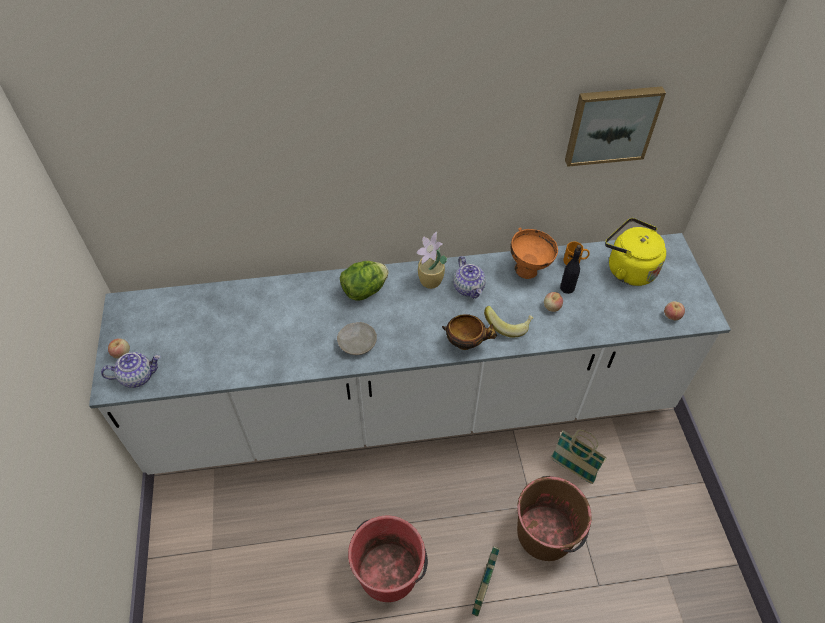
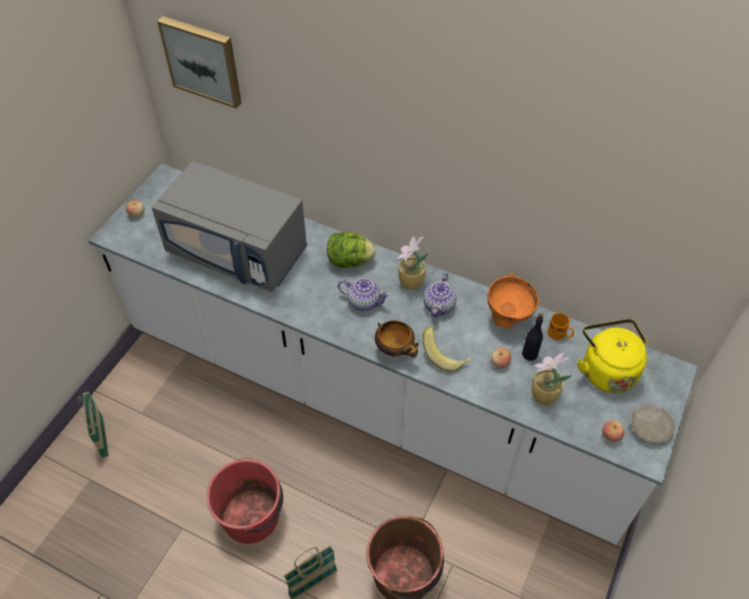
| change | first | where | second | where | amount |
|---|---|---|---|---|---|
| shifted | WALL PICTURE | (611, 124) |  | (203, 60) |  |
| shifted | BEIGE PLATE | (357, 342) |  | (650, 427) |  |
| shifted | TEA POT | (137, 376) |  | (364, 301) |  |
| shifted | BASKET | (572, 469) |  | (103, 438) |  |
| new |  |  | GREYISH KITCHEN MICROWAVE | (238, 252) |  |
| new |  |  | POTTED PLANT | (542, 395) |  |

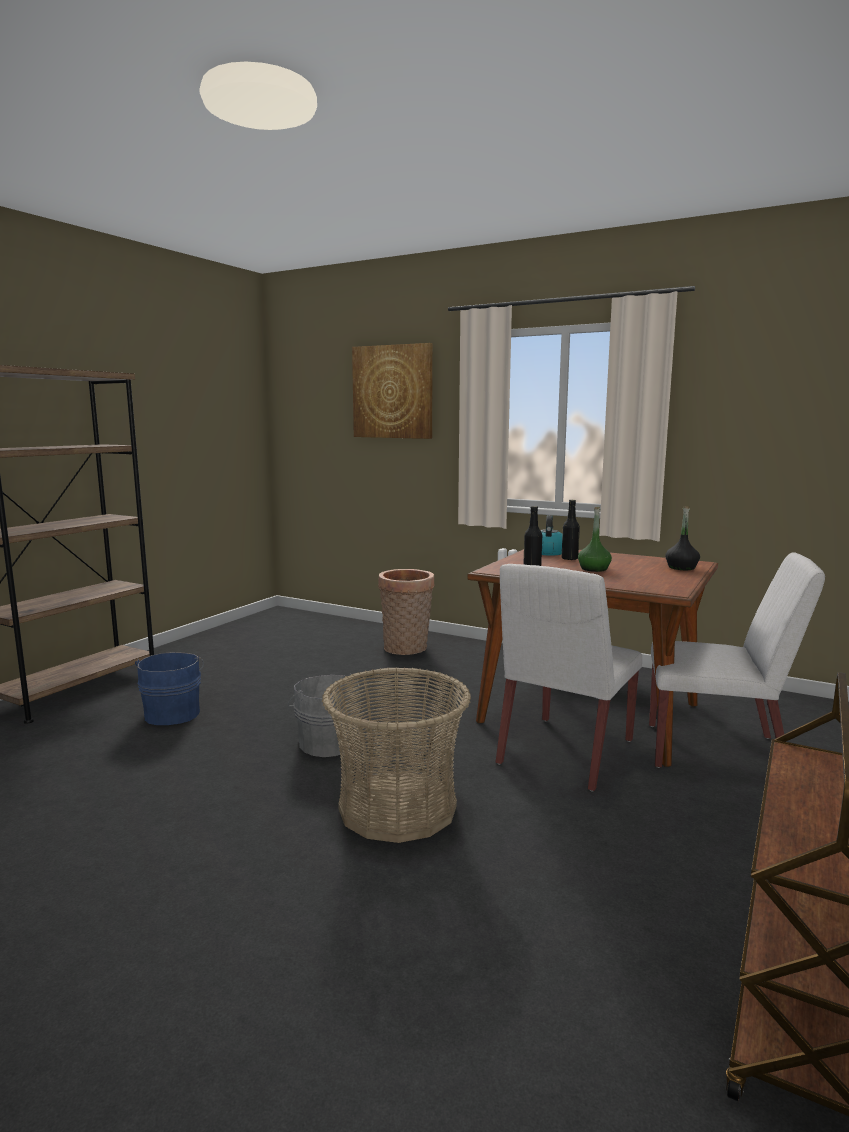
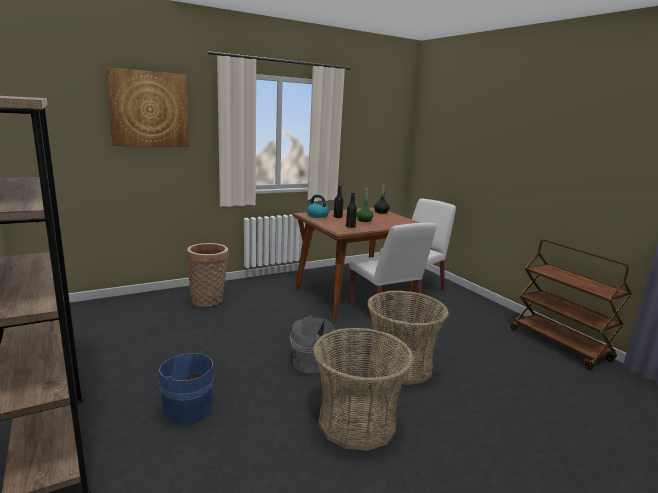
| change | first | where | second | where | amount |
|---|---|---|---|---|---|
| new |  |  | BASKET | (356, 422) |  |

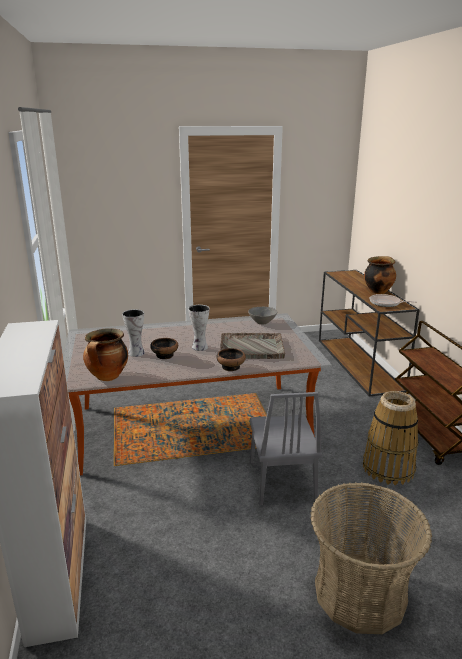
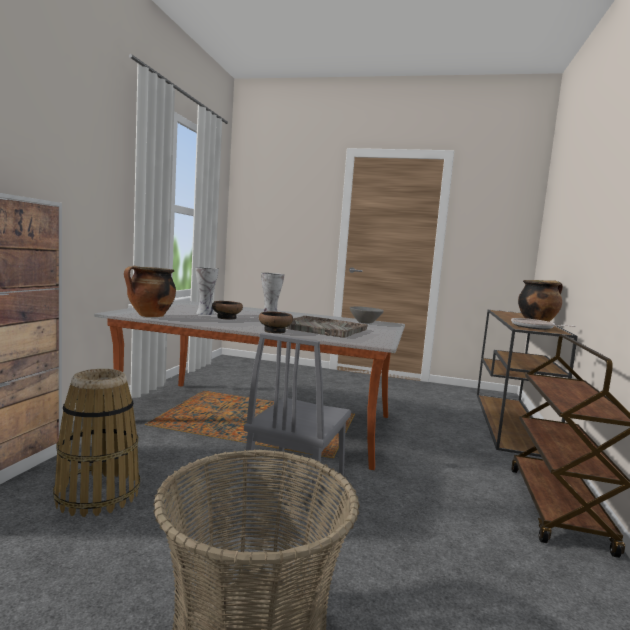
| change | first | where | second | where | amount |
|---|---|---|---|---|---|
| shifted | BASKET | (388, 468) |  | (98, 494) |  |

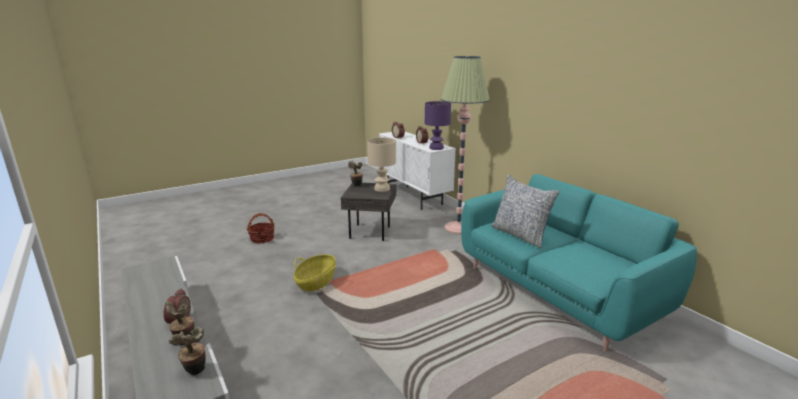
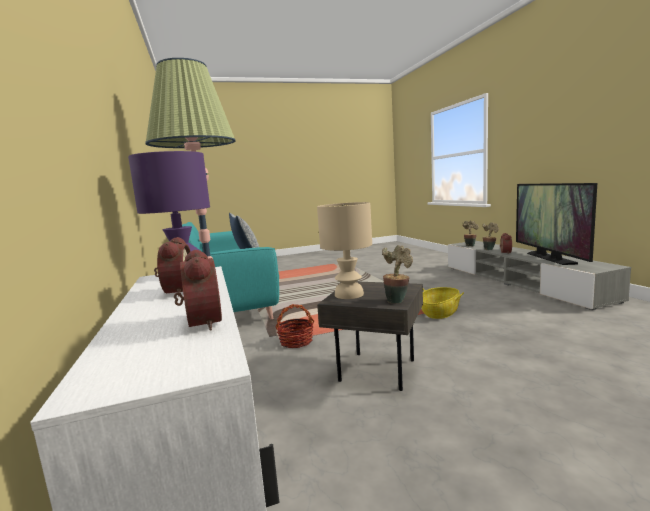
| change | first | where | second | where | amount |
|---|---|---|---|---|---|
| shifted | BASKET | (262, 239) |  | (296, 342) |  |
| new |  |  | TELEVISION | (549, 258) |  |

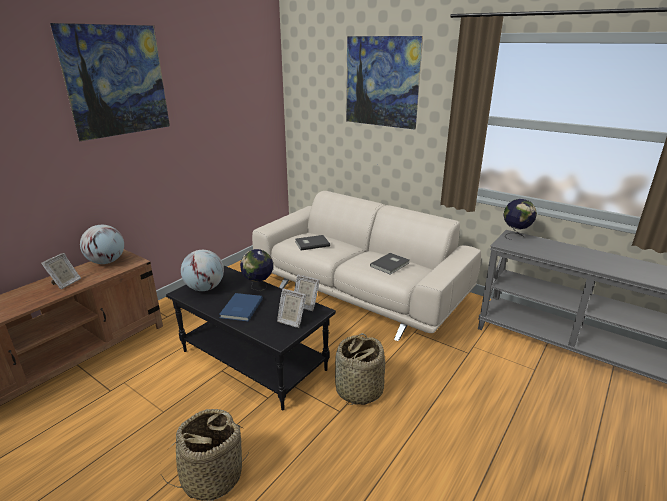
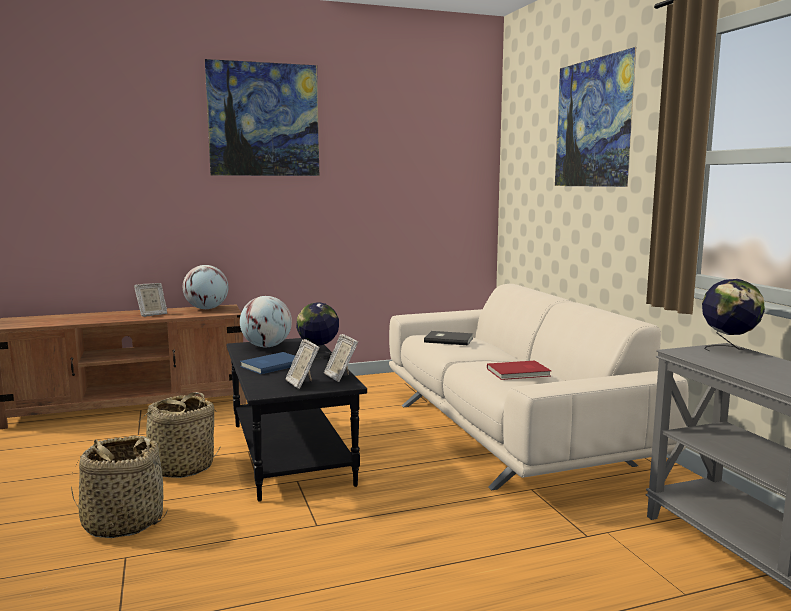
| change | first | where | second | where | amount |
|---|---|---|---|---|---|
| repainted | GREYISH BOOK | (391, 264) | REDDISH BOOK | (519, 372) |  |
| shifted | BASKET | (358, 390) |  | (181, 468) |  |

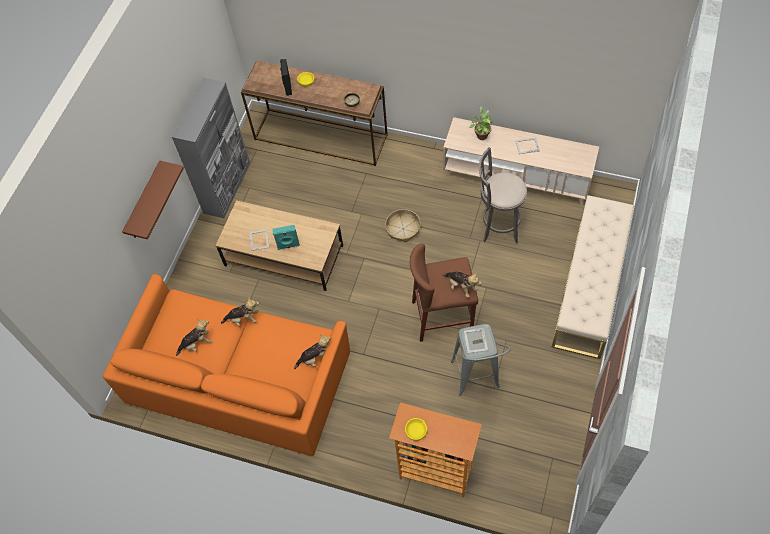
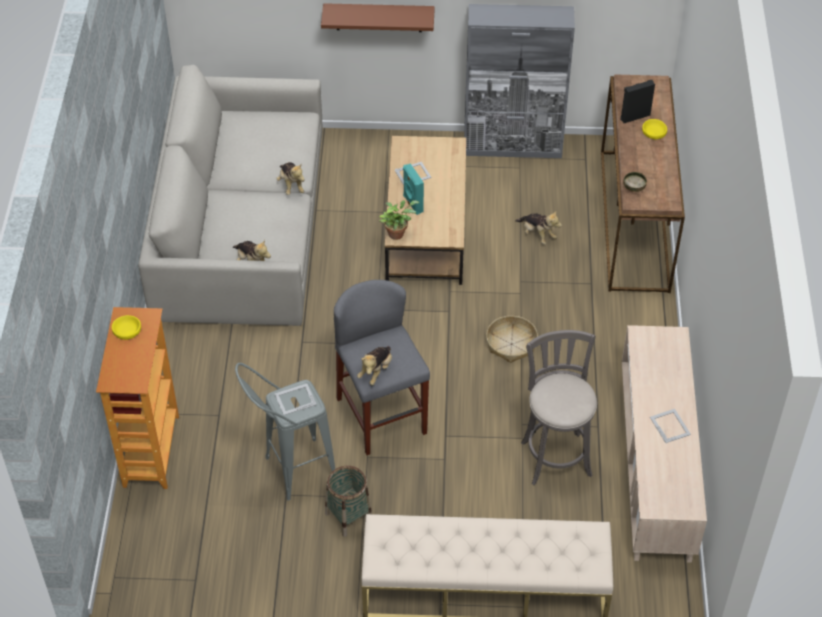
| change | first | where | second | where | amount |
|---|---|---|---|---|---|
| shifted | POTTED PLANT | (481, 135) |  | (397, 233) |  |
| repainted | BROWN-COLOURED STOOL SEAT | (442, 316) | GREYISH STOOL SEAT | (381, 416) |  |
| repainted | ORANGE SETTEE | (237, 377) | GREYISH SETTEE | (240, 226) |  |
| shifted | SOFT TOY | (196, 344) |  | (537, 234) |  |
| new |  |  | BASKET | (348, 516) |  |

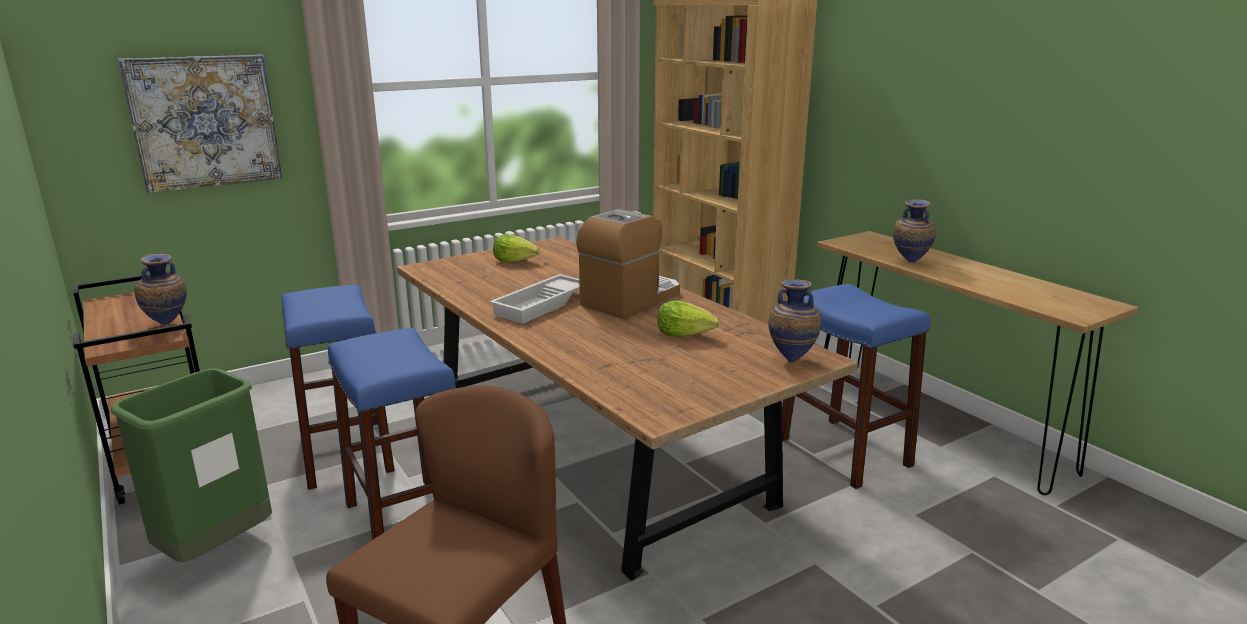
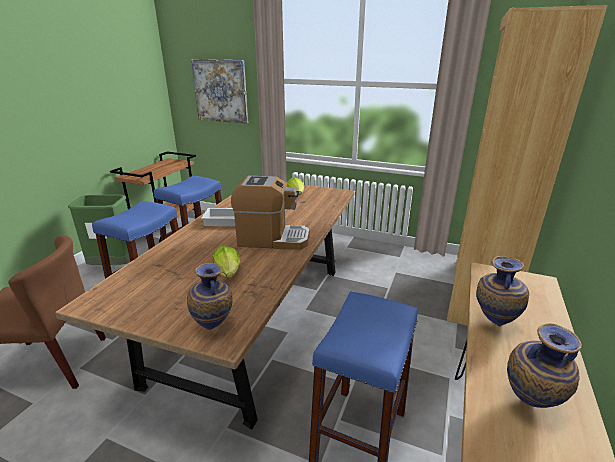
| change | first | where | second | where | amount |
|---|---|---|---|---|---|
| shifted | FLOWER VASE | (167, 325) |  | (529, 405) |  |

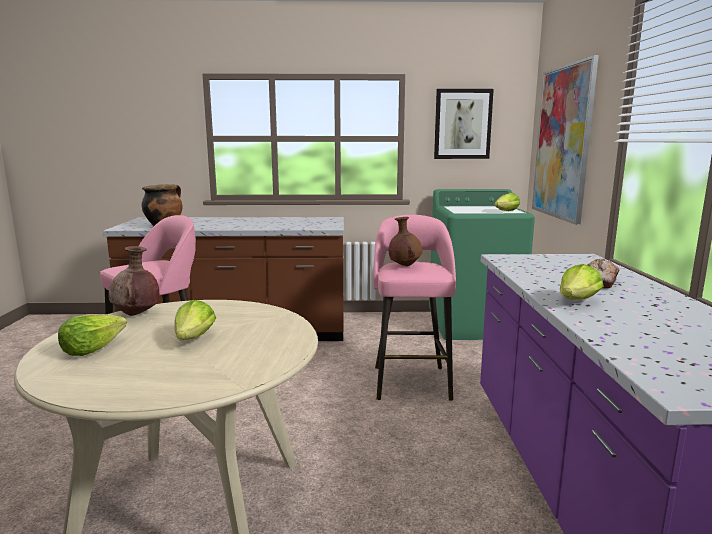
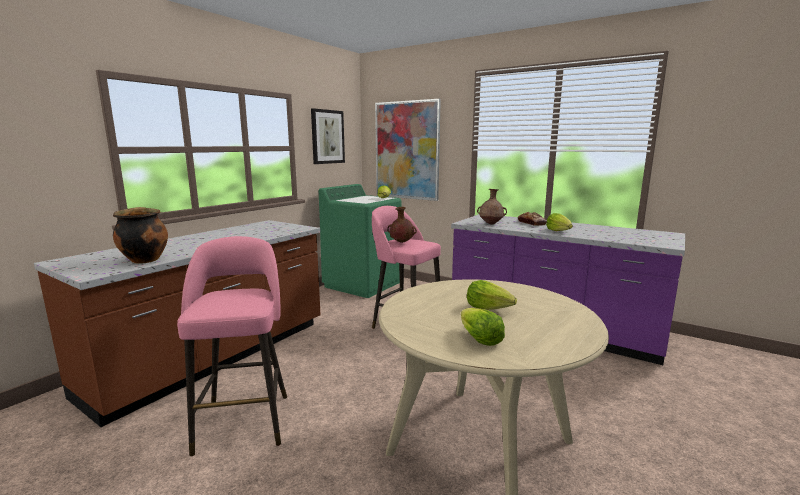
| change | first | where | second | where | amount |
|---|---|---|---|---|---|
| shifted | BROWN-COLOURED FLOWER VASE | (137, 314) |  | (491, 224) |  |

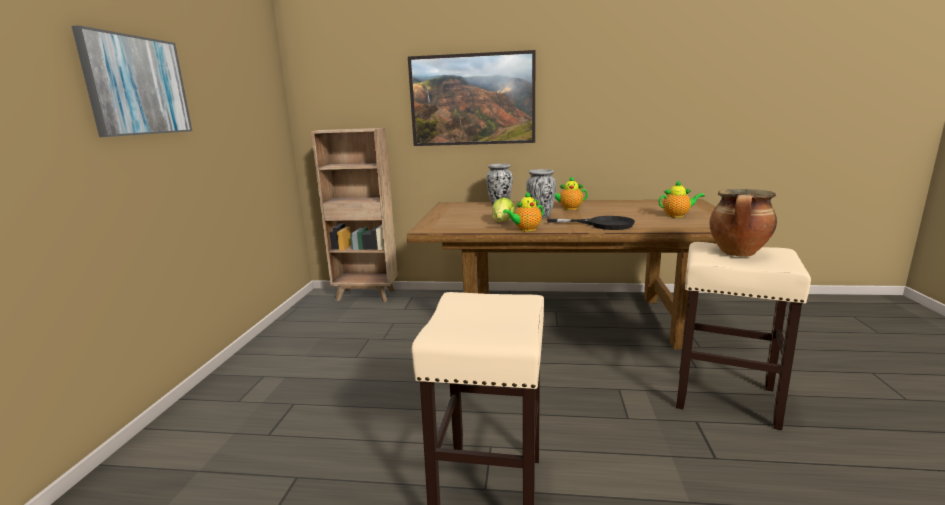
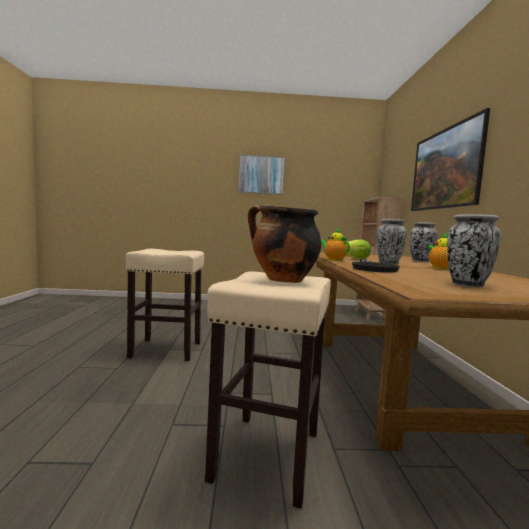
| change | first | where | second | where | amount |
|---|---|---|---|---|---|
| swapped | TEA POT | (677, 215) | FLOWER VASE | (467, 285) |  |

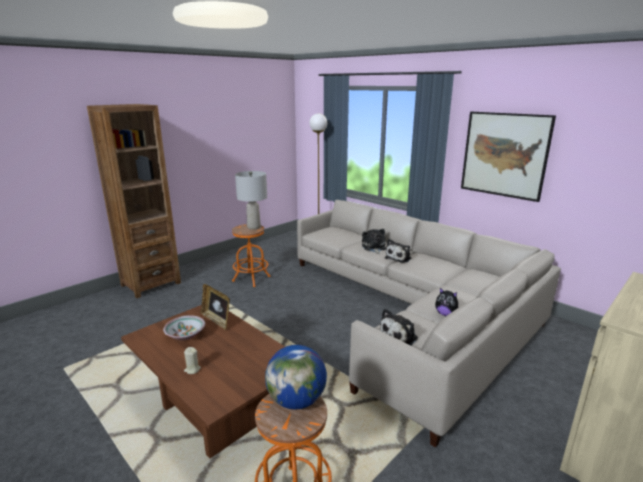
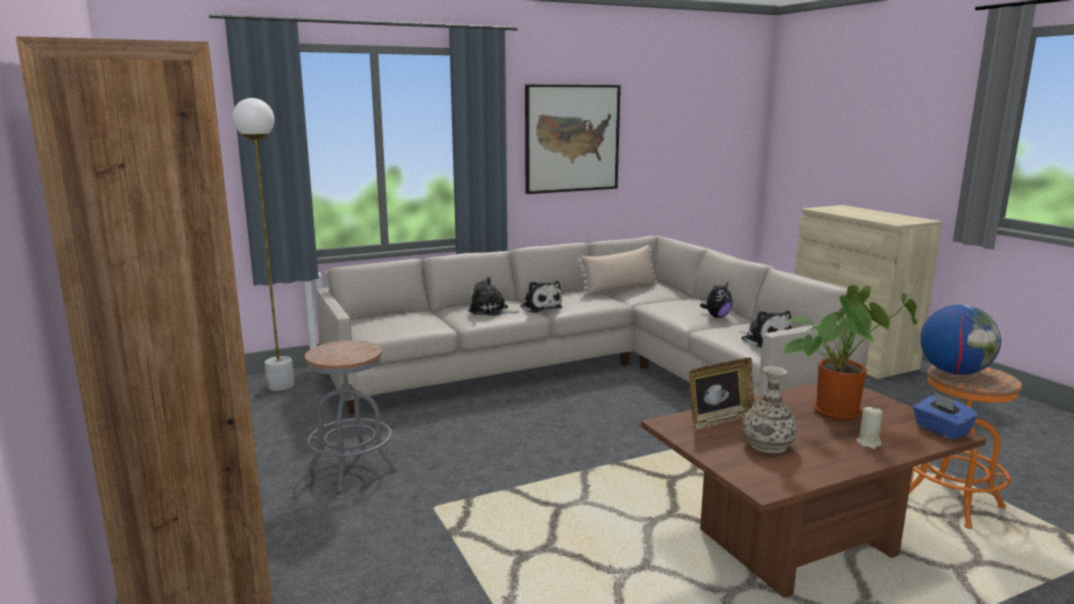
| change | first | where | second | where | amount |
|---|---|---|---|---|---|
| gone | GREYISH TABLETOP LAMP | (254, 227) |  |  |  |
| repainted | ORANGE STOOL SEAT | (251, 279) | GREYISH STOOL SEAT | (352, 469) |  |
| swapped | DEEP DISH | (186, 335) | FLOWER VASE | (767, 445) |  |
| new |  |  | BEIGE THROW PILLOW | (619, 289) |  |
| new |  |  | POTTED PLANT | (837, 410) |  |
| new |  |  | BLUE TISSUE HOLDER | (941, 430) |  |

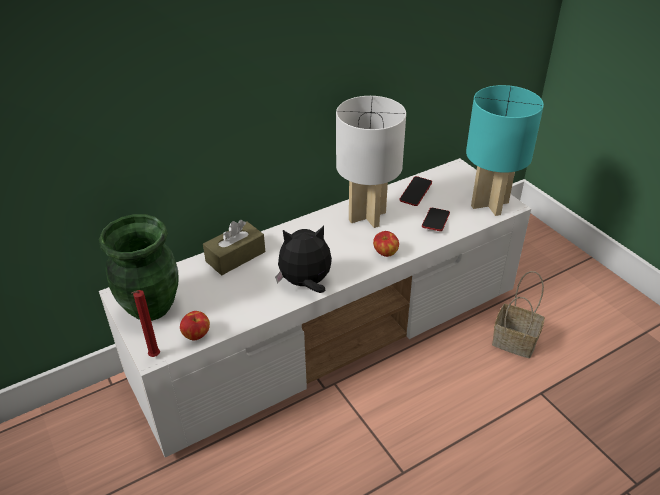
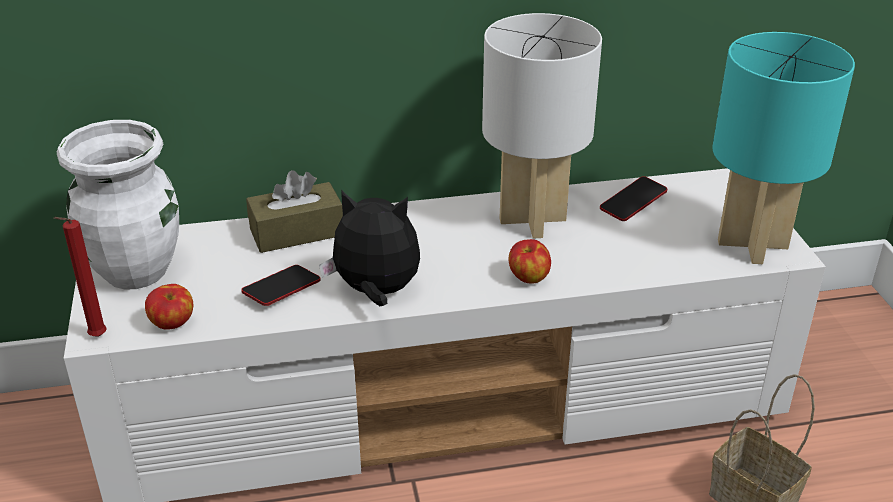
| change | first | where | second | where | amount |
|---|---|---|---|---|---|
| shifted | PHONE | (435, 222) |  | (282, 290) |  |
| repainted | GREENISH FLOWER VASE | (151, 306) | WHITE-COLOURED FLOWER VASE | (137, 271) |  |

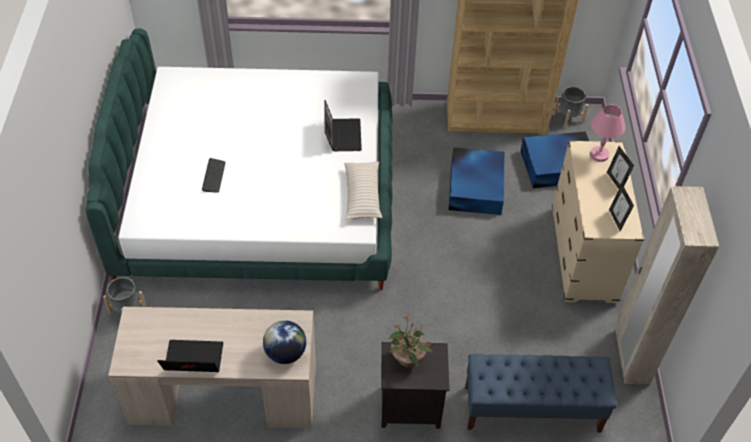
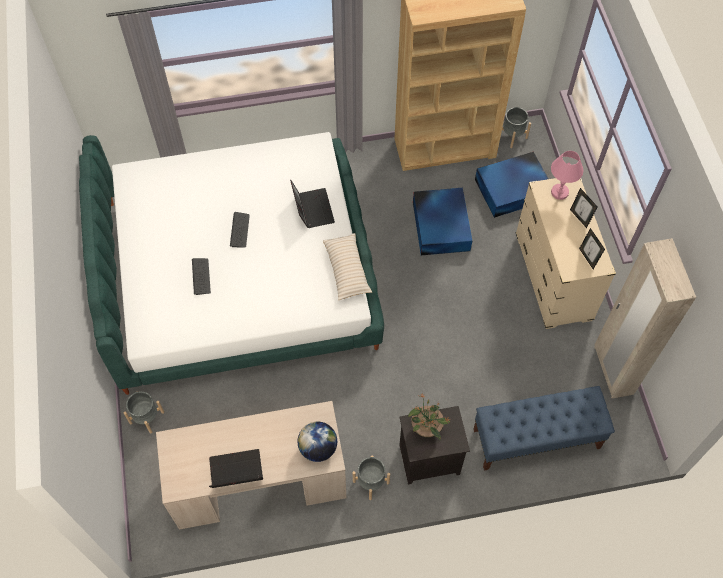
| change | first | where | second | where | amount |
|---|---|---|---|---|---|
| new |  |  | COMPUTER KEYBOARD | (240, 230) |  |
| new |  |  | GREYISH PLANT POT | (371, 482) |  |

